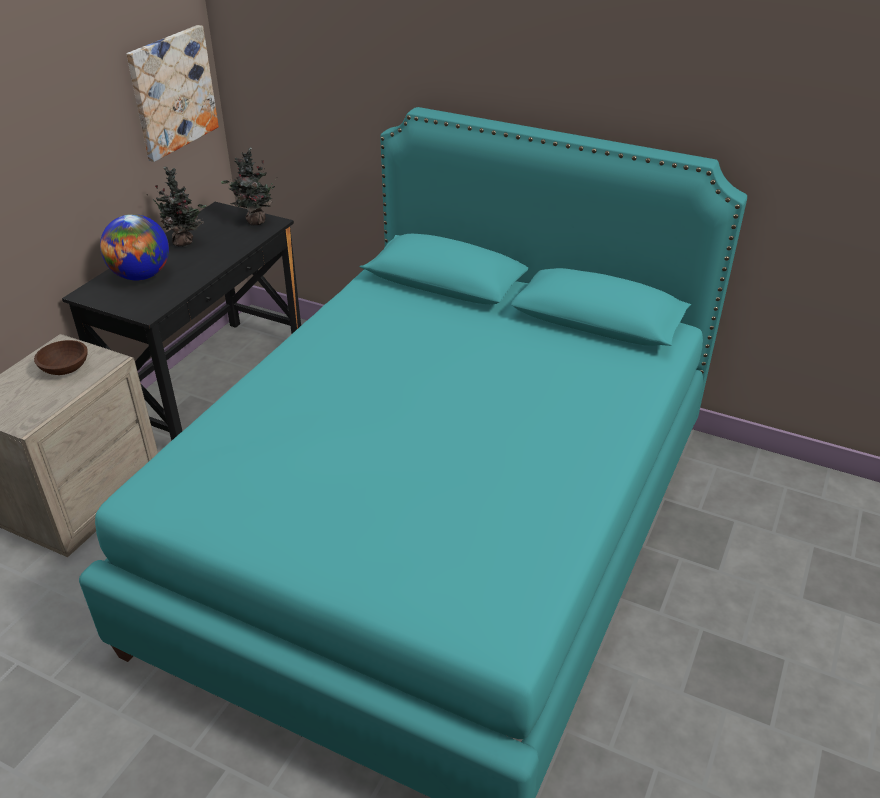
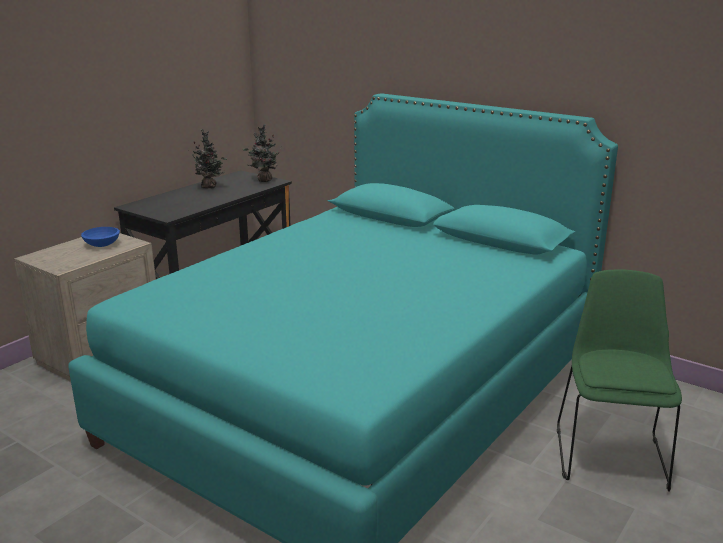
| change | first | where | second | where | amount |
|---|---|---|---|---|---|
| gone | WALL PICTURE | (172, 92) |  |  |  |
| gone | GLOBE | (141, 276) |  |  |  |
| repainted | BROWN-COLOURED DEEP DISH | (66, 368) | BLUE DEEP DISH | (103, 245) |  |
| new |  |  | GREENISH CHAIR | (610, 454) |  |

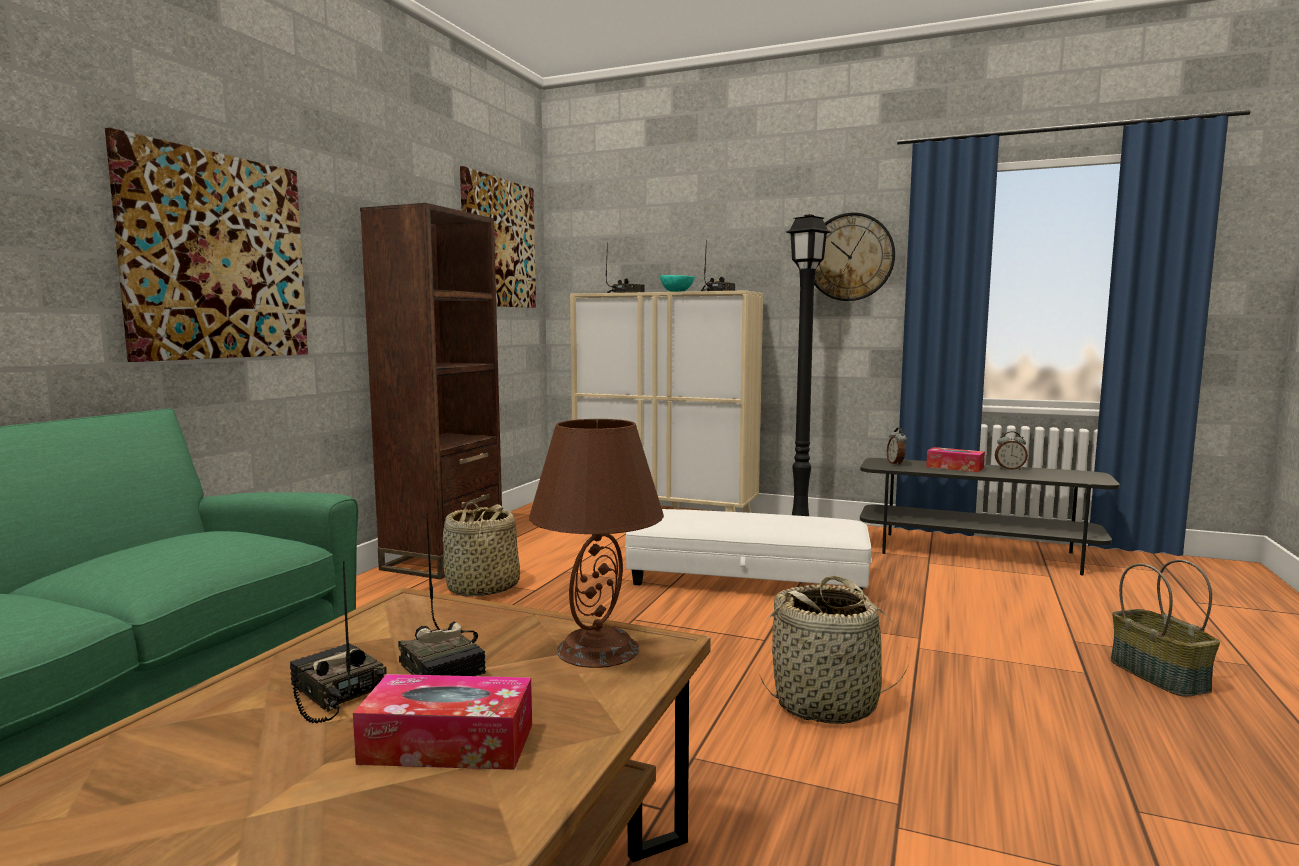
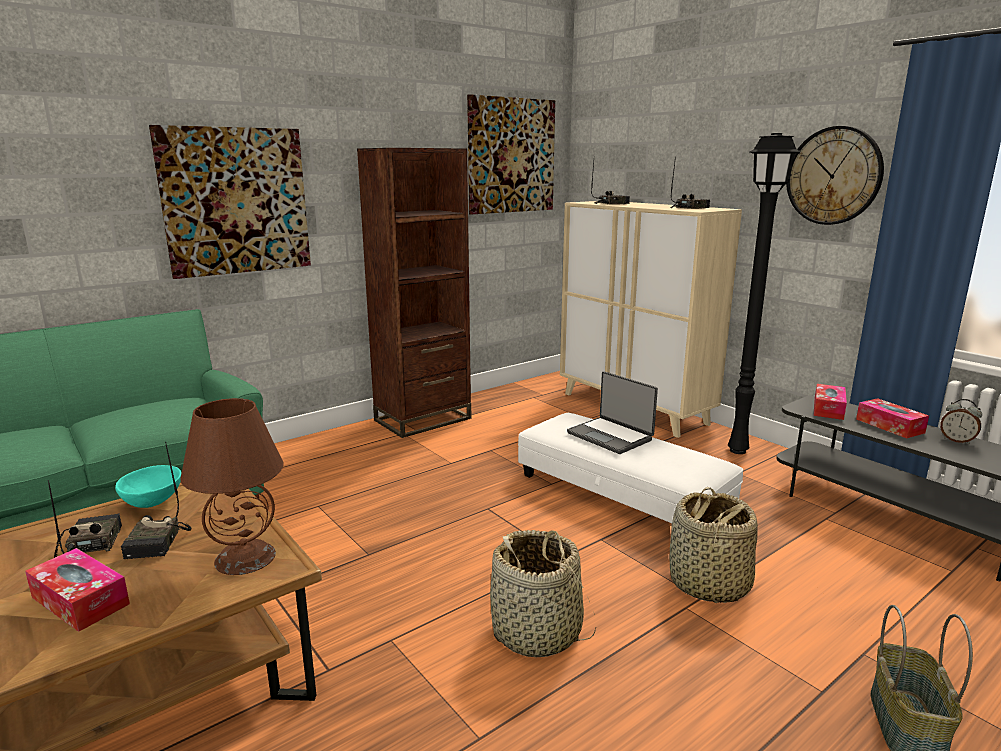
| change | first | where | second | where | amount |
|---|---|---|---|---|---|
| shifted | TURQUOISE-COLOURED DEEP DISH | (677, 292) |  | (154, 502) |  |
| swapped | BEDSIDE CLOCK | (896, 464) | TISSUE HOLDER | (828, 409) |  |
| shifted | BASKET | (482, 588) |  | (708, 583) |  |
| new |  |  | LAPTOP | (611, 436) |  |

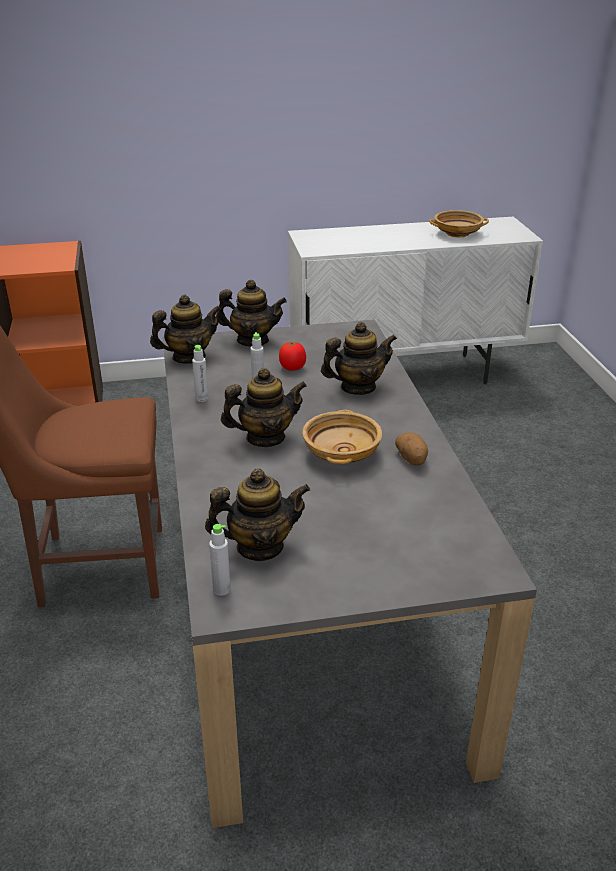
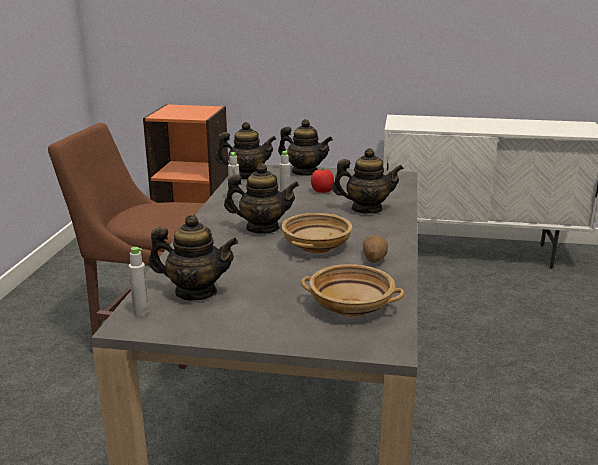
| change | first | where | second | where | amount |
|---|---|---|---|---|---|
| shifted | BEIGE DEEP DISH | (458, 233) |  | (352, 307) |  |

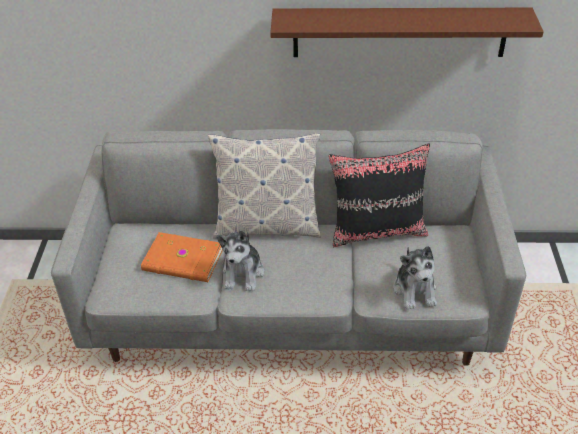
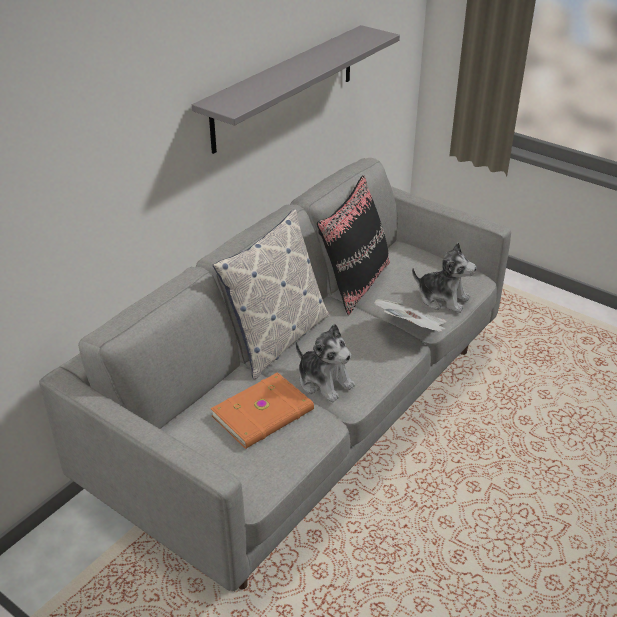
| change | first | where | second | where | amount |
|---|---|---|---|---|---|
| repainted | BROWN-COLOURED SHELF | (399, 32) | GREYISH SHELF | (285, 87) |  |
| new |  |  | DAILY PAPER | (412, 331) |  |

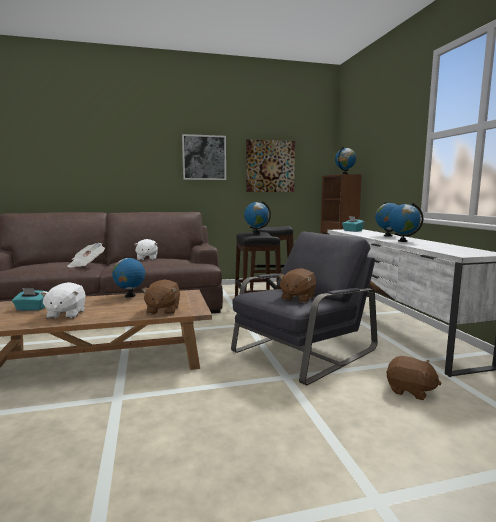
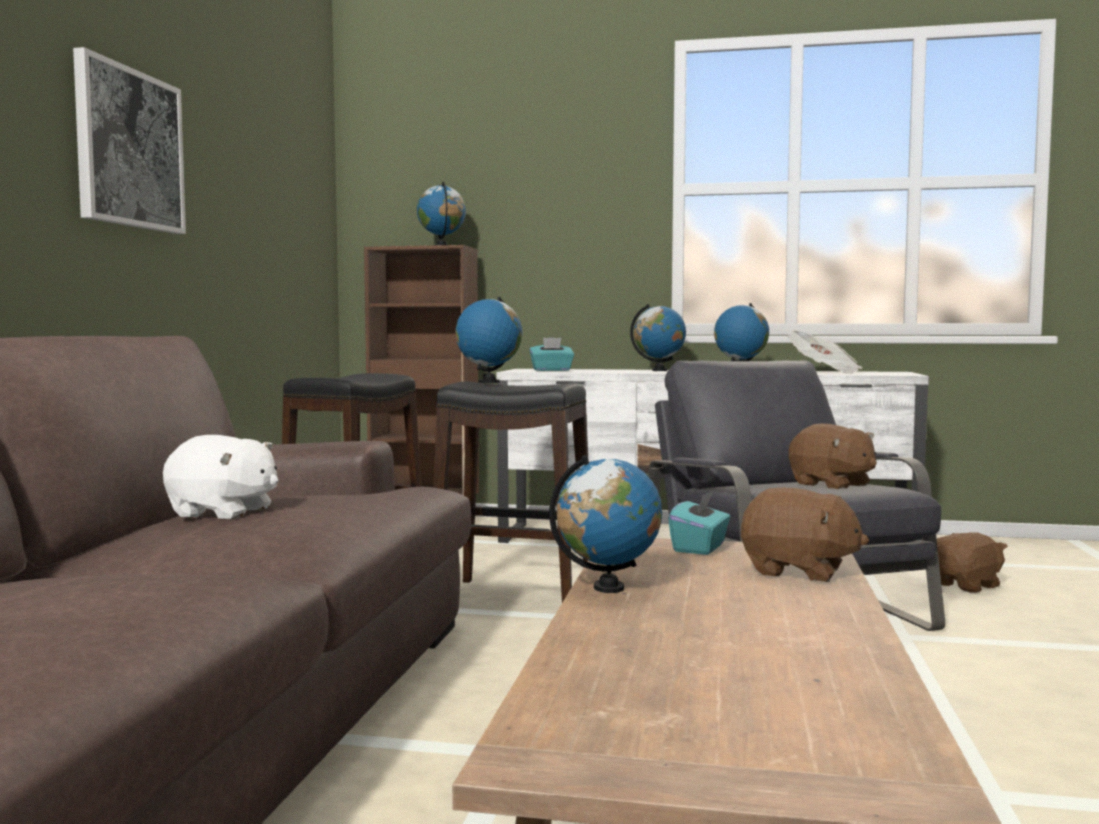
| change | first | where | second | where | amount |
|---|---|---|---|---|---|
| gone | WALL PICTURE | (270, 166) |  |  |  |
| shifted | DAILY PAPER | (86, 264) |  | (824, 372) |  |
| gone | WHITE-COLOURED SOFT TOY | (66, 314) |  |  |  |
| shifted | TURQUOISE-COLOURED TISSUE HOLDER | (31, 309) |  | (700, 548) |  |

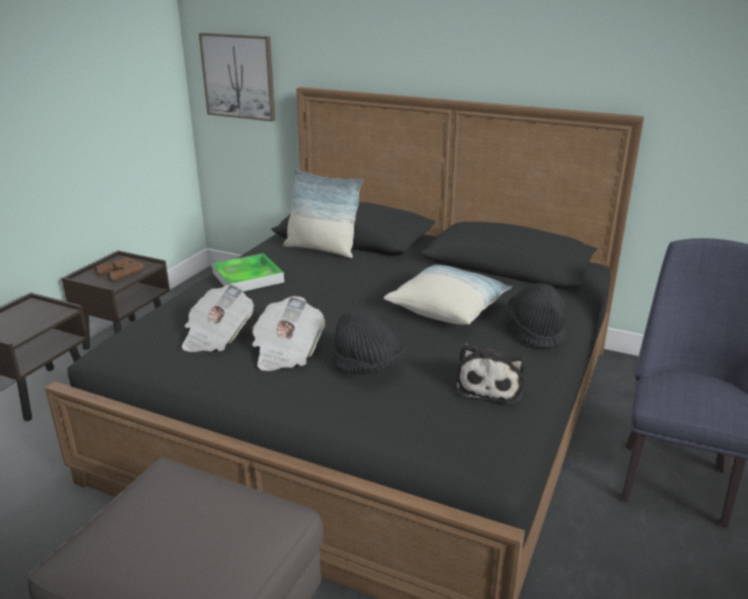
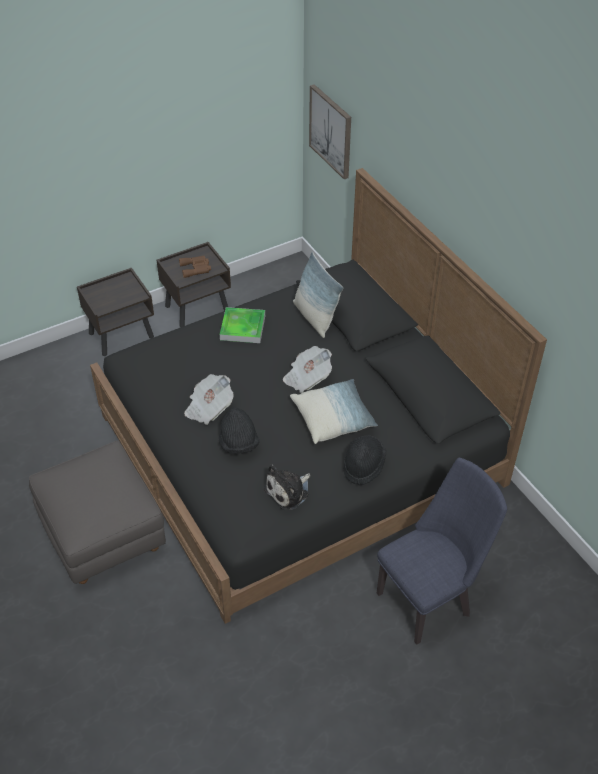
| change | first | where | second | where | amount |
|---|---|---|---|---|---|
| shifted | DAILY PAPER | (217, 337) |  | (307, 378) |  |

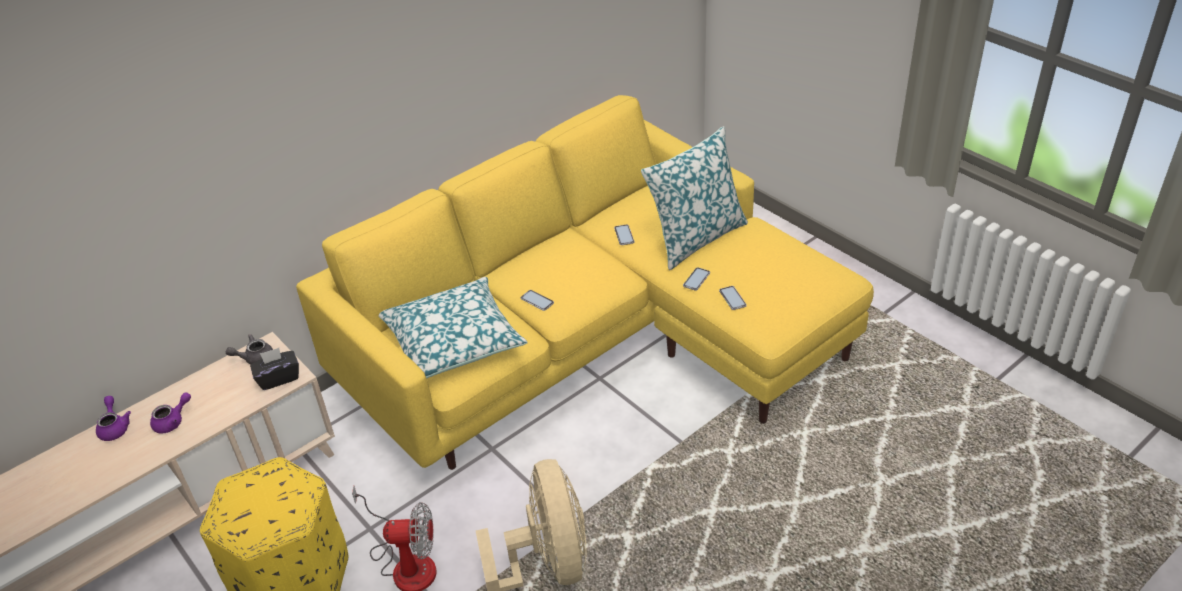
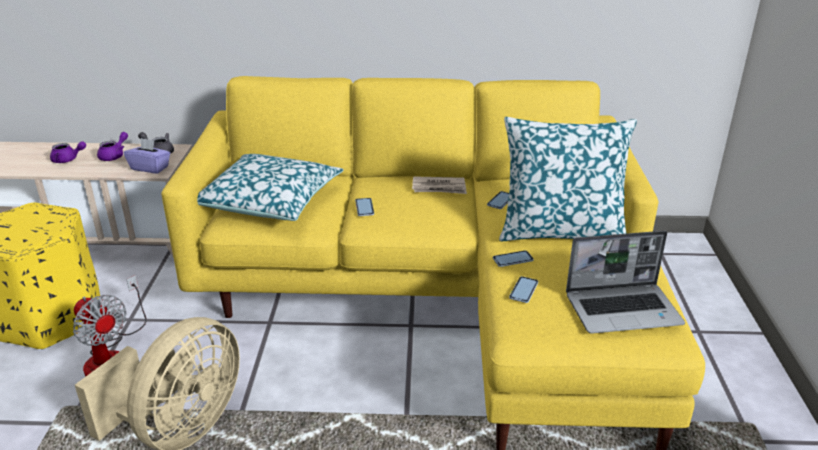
| change | first | where | second | where | amount |
|---|---|---|---|---|---|
| repainted | BLACK TISSUE HOLDER | (278, 378) | PURPLE TISSUE HOLDER | (150, 168) |  |
| shifted | PURPLE TEA POT | (115, 427) |  | (114, 156) |  |
| new |  |  | DAILY PAPER | (439, 188) |  |
| new |  |  | LAPTOP | (623, 309) |  |

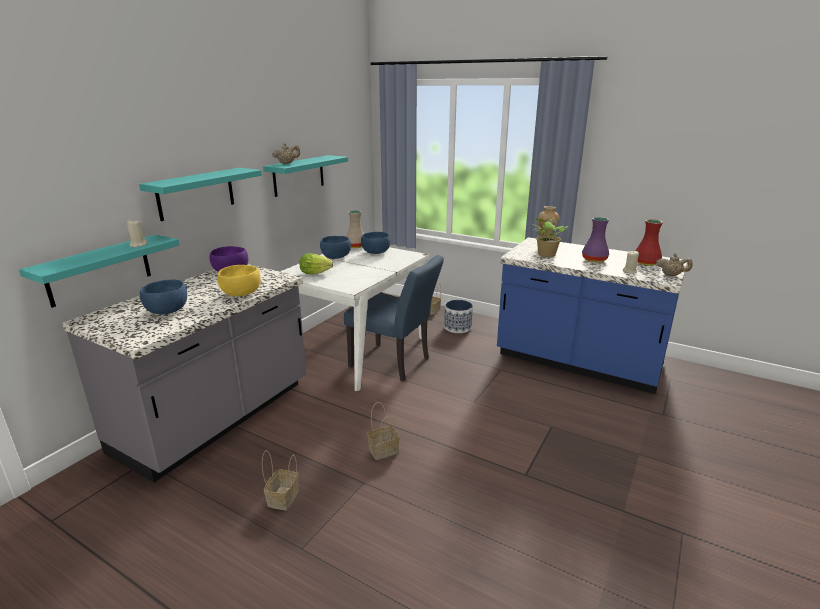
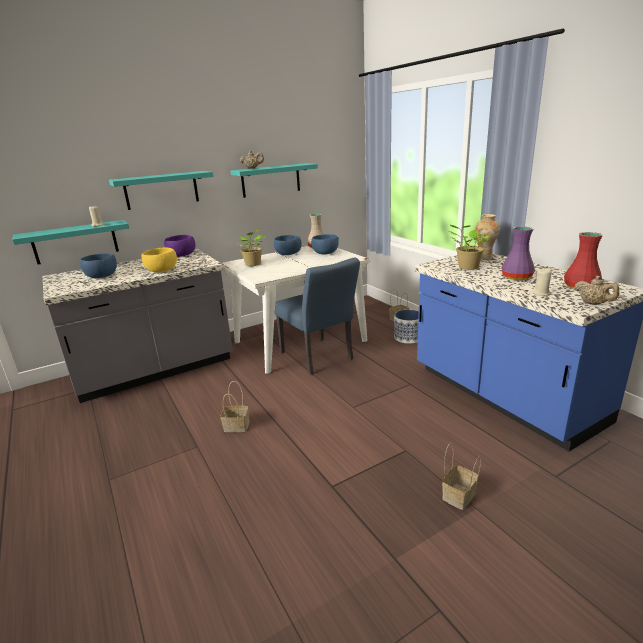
| change | first | where | second | where | amount |
|---|---|---|---|---|---|
| swapped | LETTUCE | (315, 273) | POTTED PLANT | (253, 264) |  |
| shifted | BASKET | (283, 499) |  | (459, 497) |  |

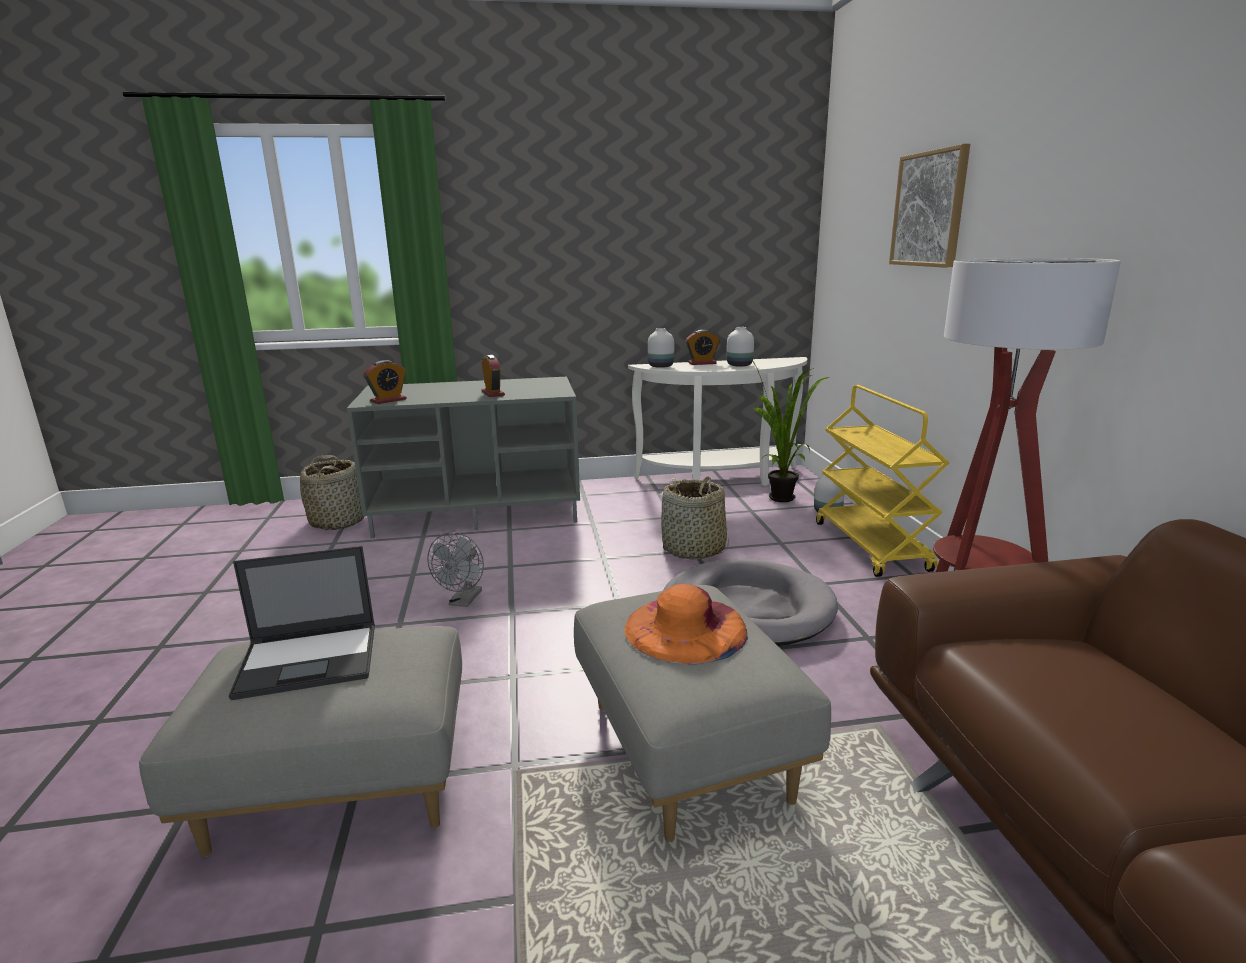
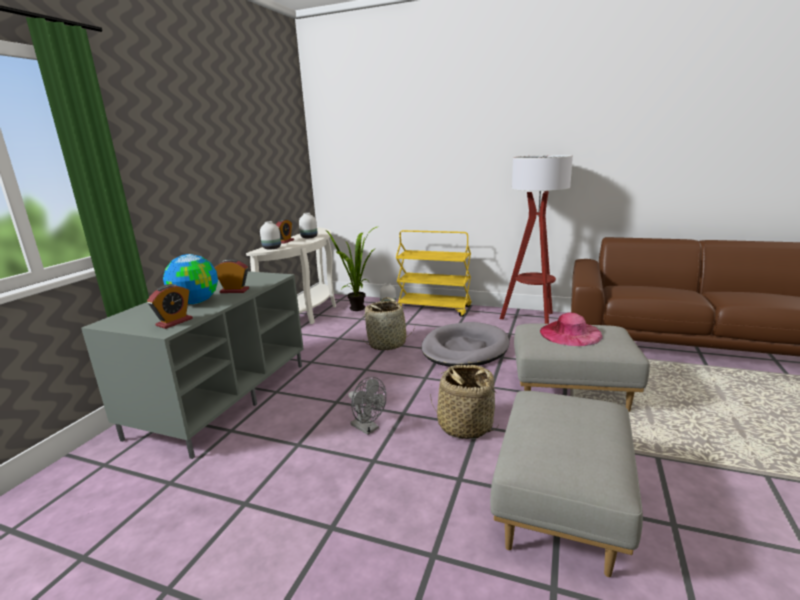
| change | first | where | second | where | amount |
|---|---|---|---|---|---|
| gone | WALL PICTURE | (929, 209) |  |  |  |
| rotated | BEDSIDE CLOCK | (388, 400) |  | (174, 322) | 45 degrees clockwise |
| shifted | BASKET | (338, 521) |  | (465, 425) |  |
| gone | LAPTOP | (310, 660) |  |  |  |
| repainted | ORANGE HAT | (685, 628) | PINK HAT | (570, 333) |  |
| new |  |  | GLOBE | (195, 302) |  |

